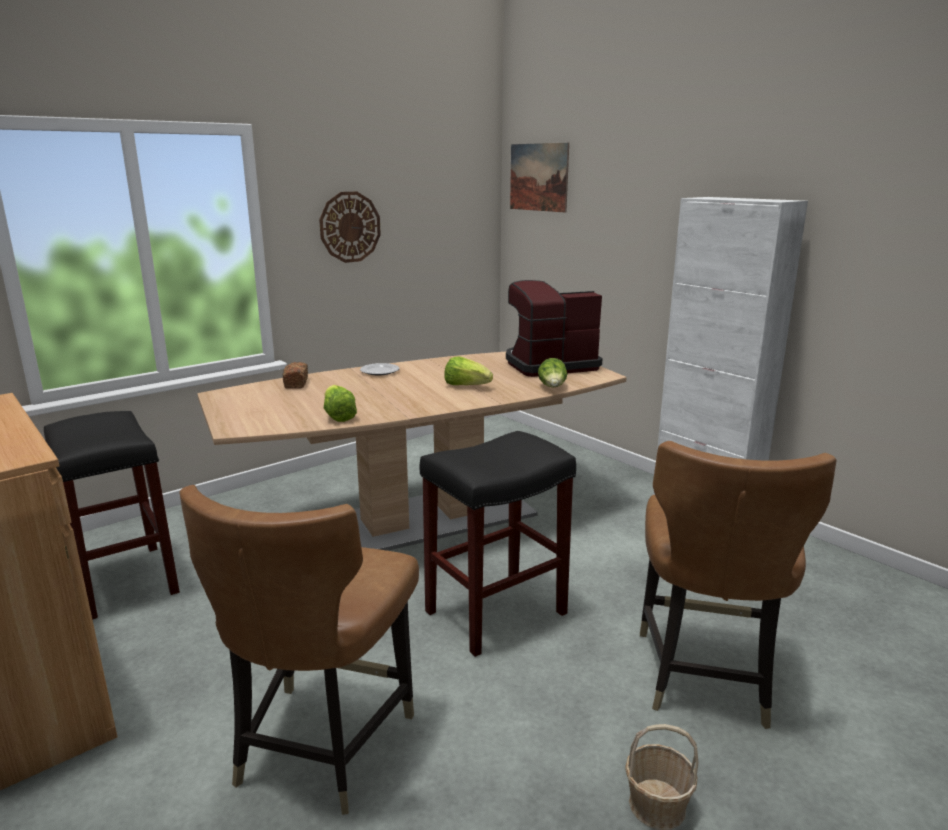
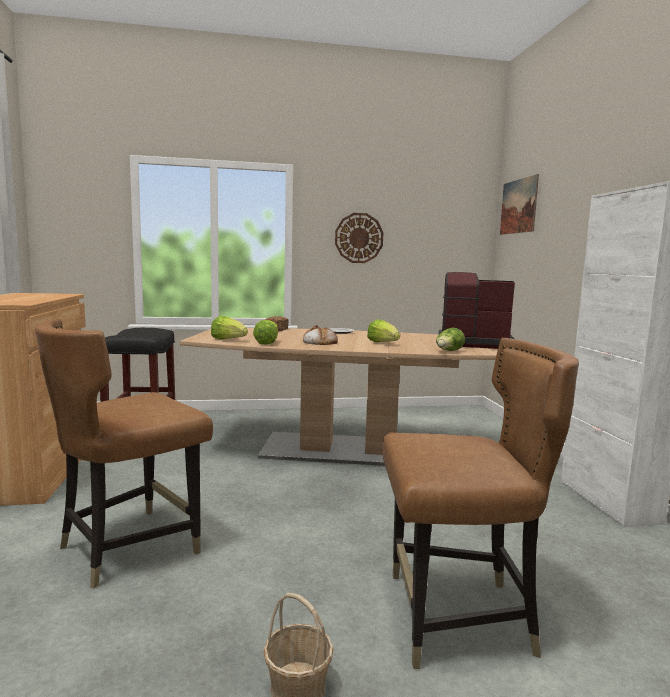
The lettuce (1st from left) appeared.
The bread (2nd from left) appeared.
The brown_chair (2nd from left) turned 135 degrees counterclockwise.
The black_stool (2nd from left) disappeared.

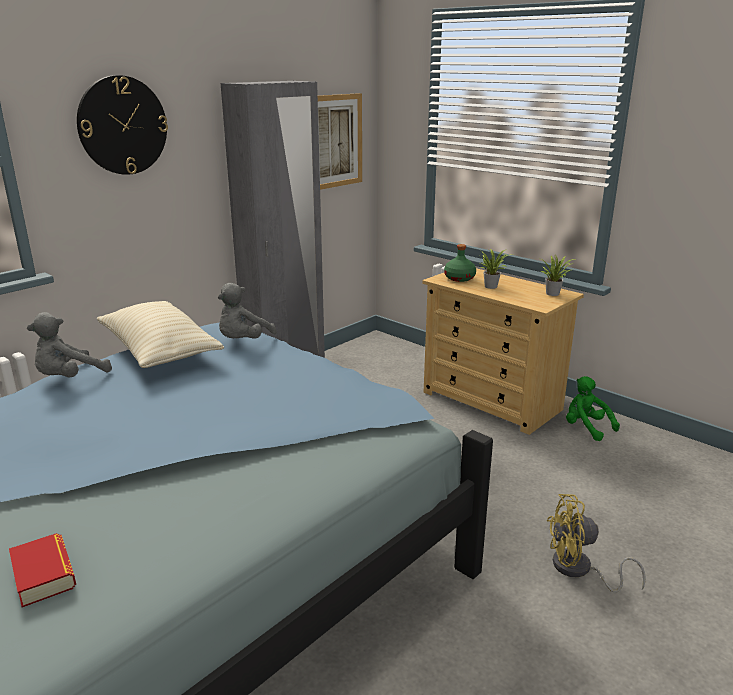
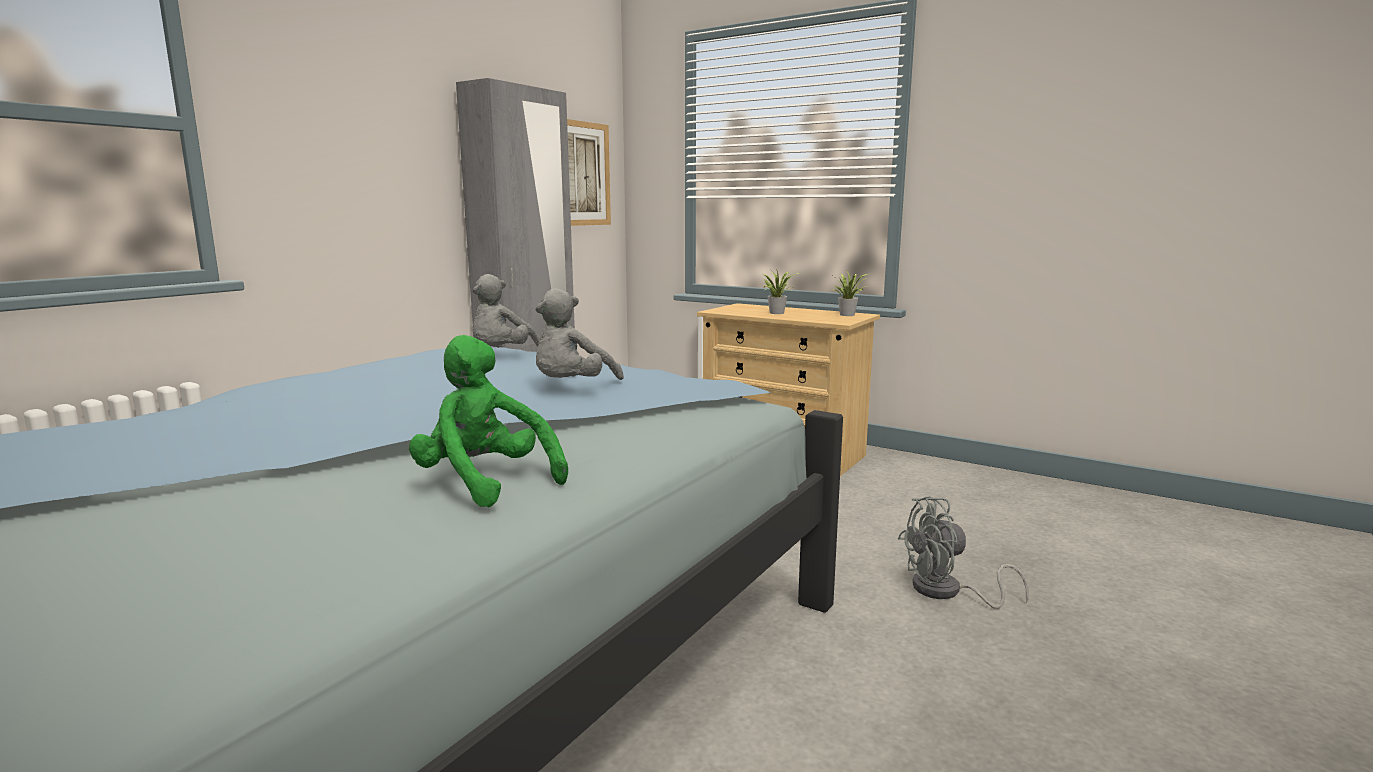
The green_plush_toy moved.
The grey_plush_toy (1st from left in the first image) moved.
The yellow_fan became the grey_fan.
The book disappeared.
The wall_clock disappeared.
The beige_pillow disappeared.
The green_bottle disappeared.

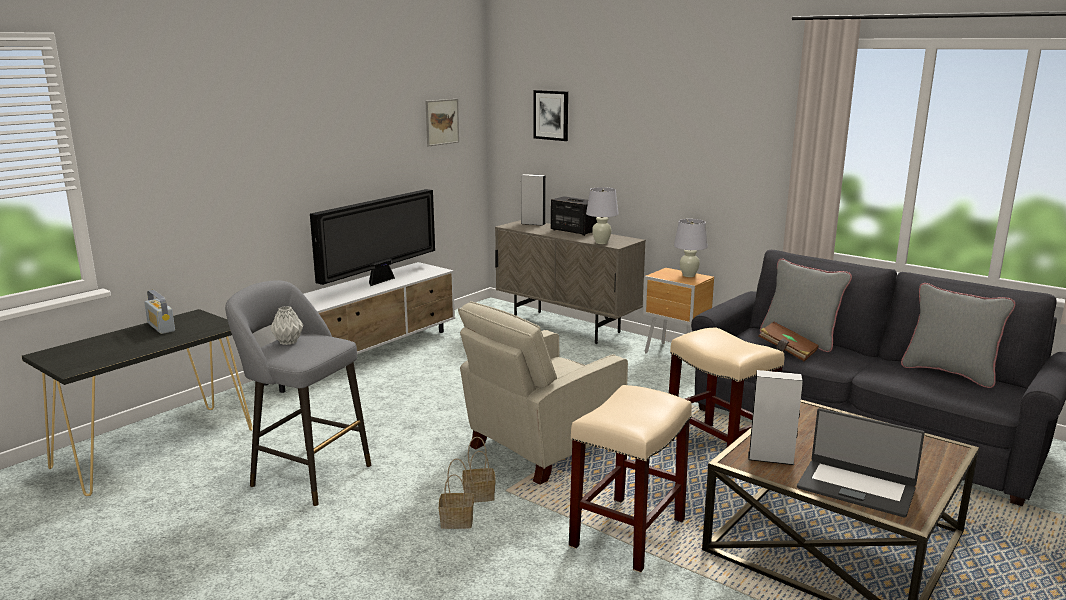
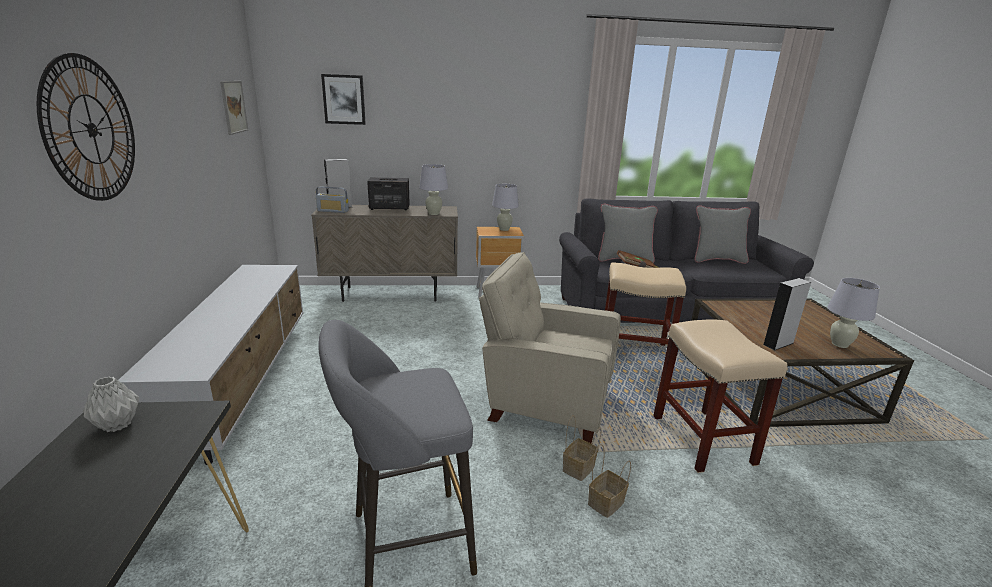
The wall_clock appeared.
The grey_vase moved.
The radio moved.
The beige_armchair turned 105 degrees clockwise.
The laptop was replaced by the white_table_lamp (3rd from left).
The television disappeared.

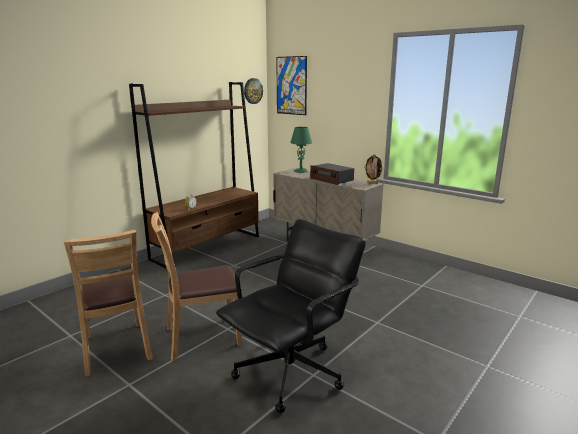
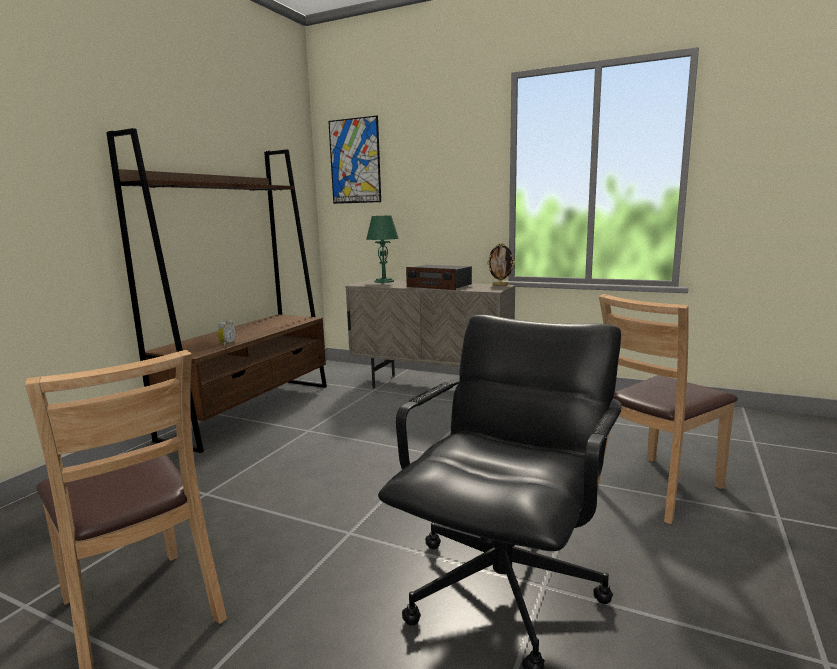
The brown_chair (2nd from left) moved.
The wall_clock disappeared.

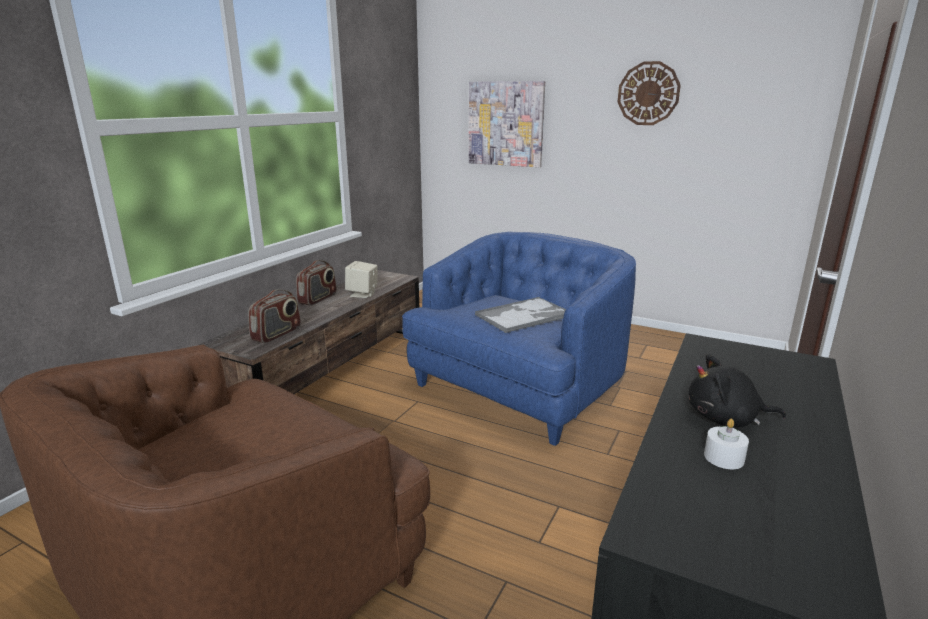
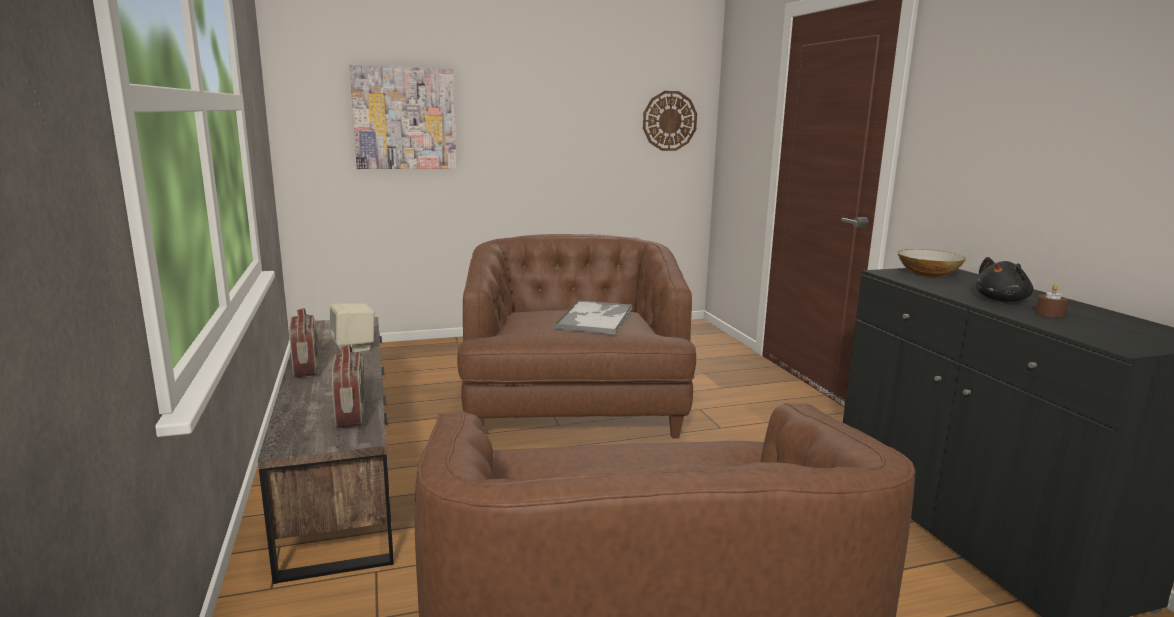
The blue_armchair became the brown_armchair (1st from left).
The wall_clock moved.
The bowl appeared.
The white_candle became the brown_candle.

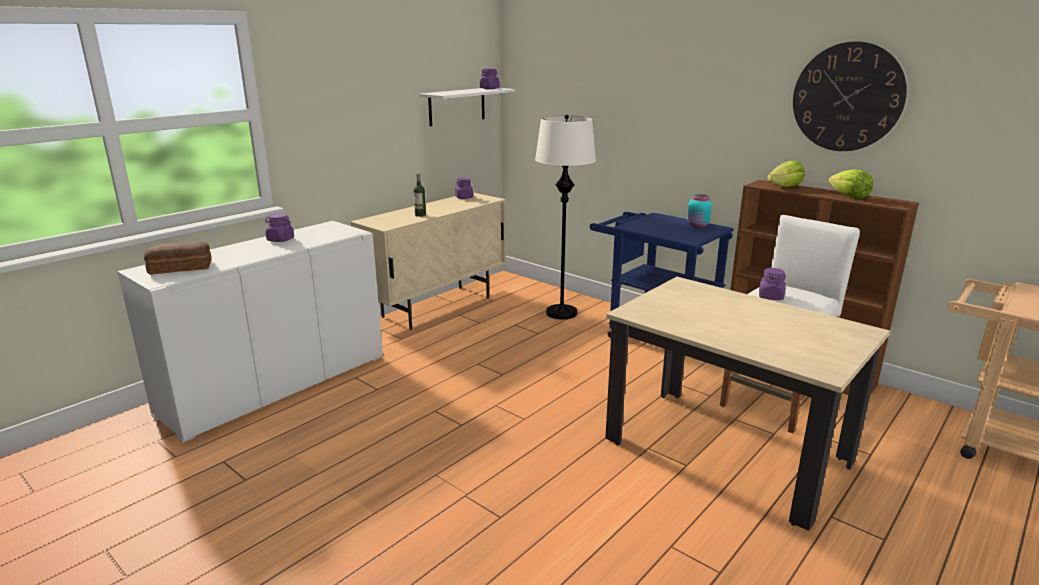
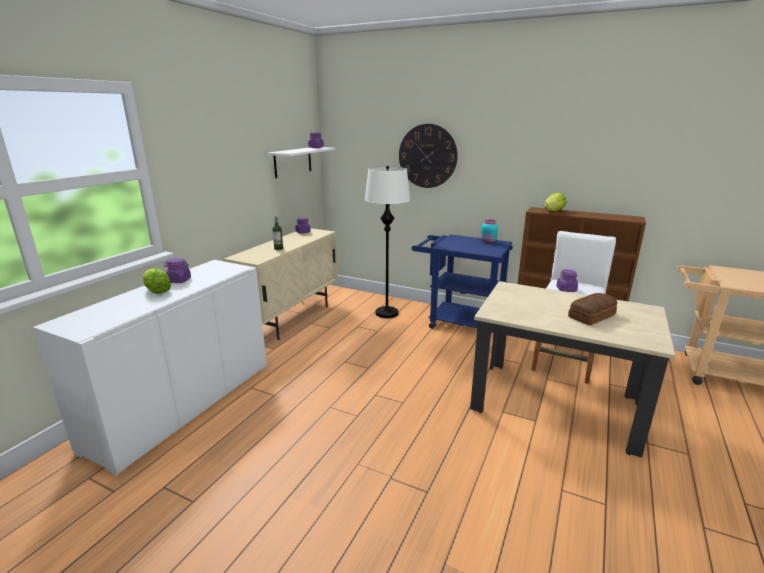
The lettuce (2nd from left in the first image) moved.
The wall_clock moved.
The bread moved.

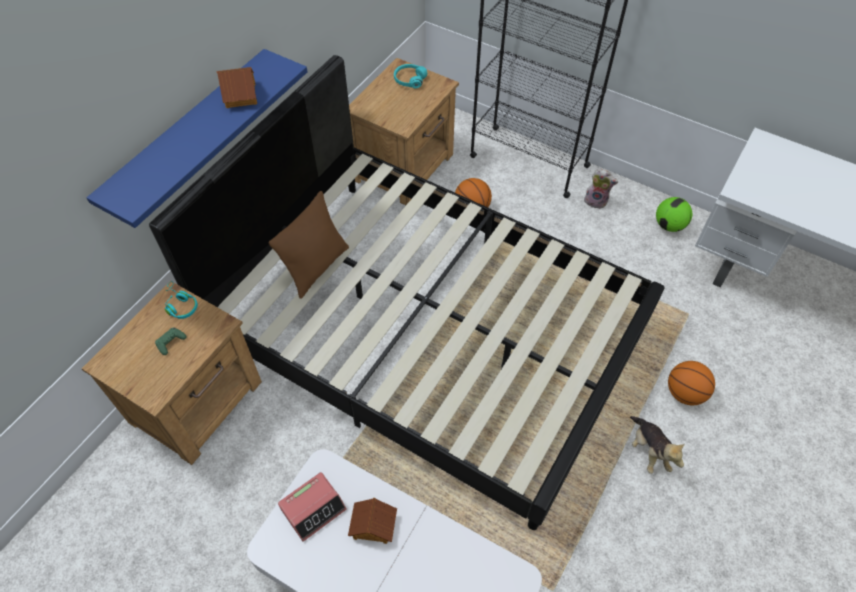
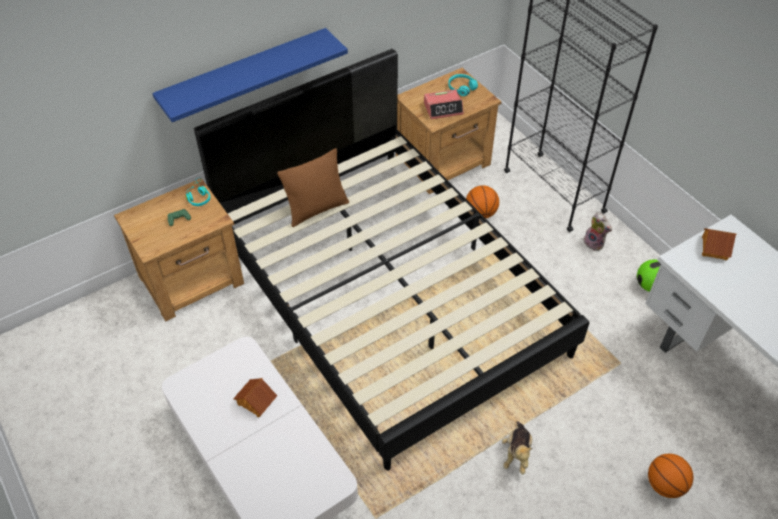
The alarm_clock moved.
The basketball (2nd from left) moved.
The toy_house (1st from left in the first image) moved.

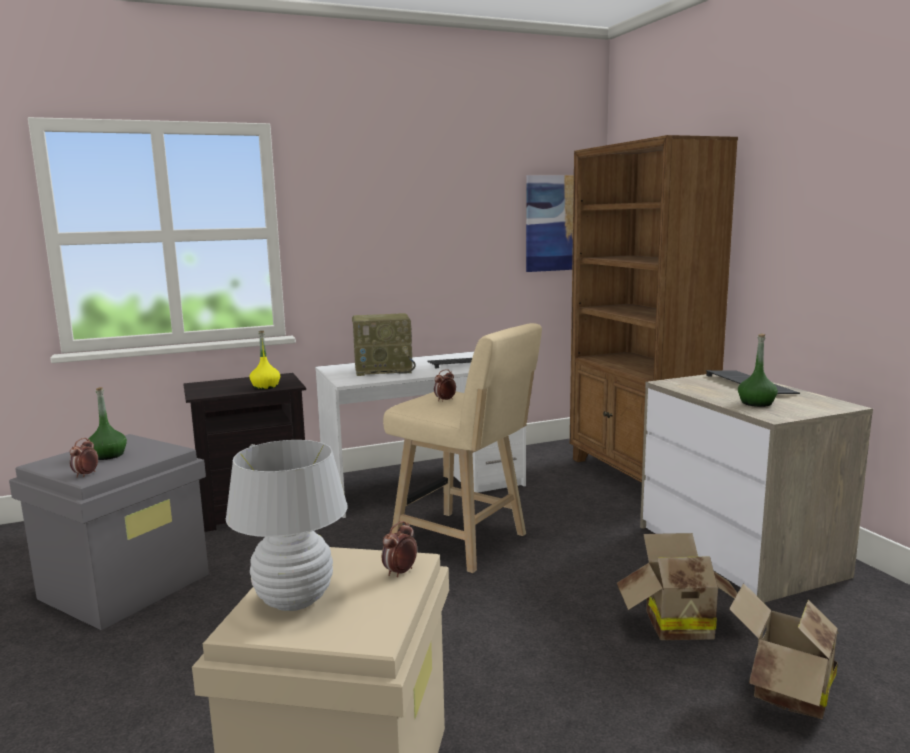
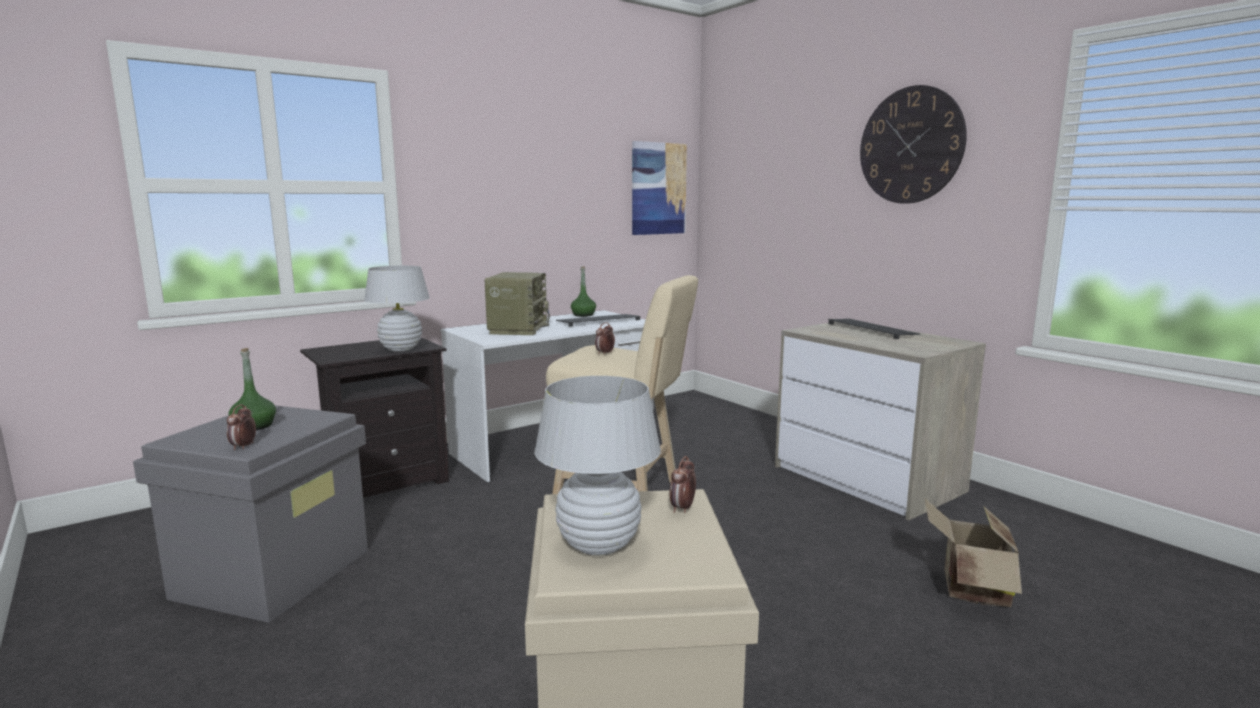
The yellow_bottle was replaced by the white_table_lamp (1st from left).
The radio turned 60 degrees counterclockwise.
The green_bottle (2nd from left) moved.
The wall_clock appeared.
The brown_bookcase disappeared.
The cardboard_box (1st from left) disappeared.

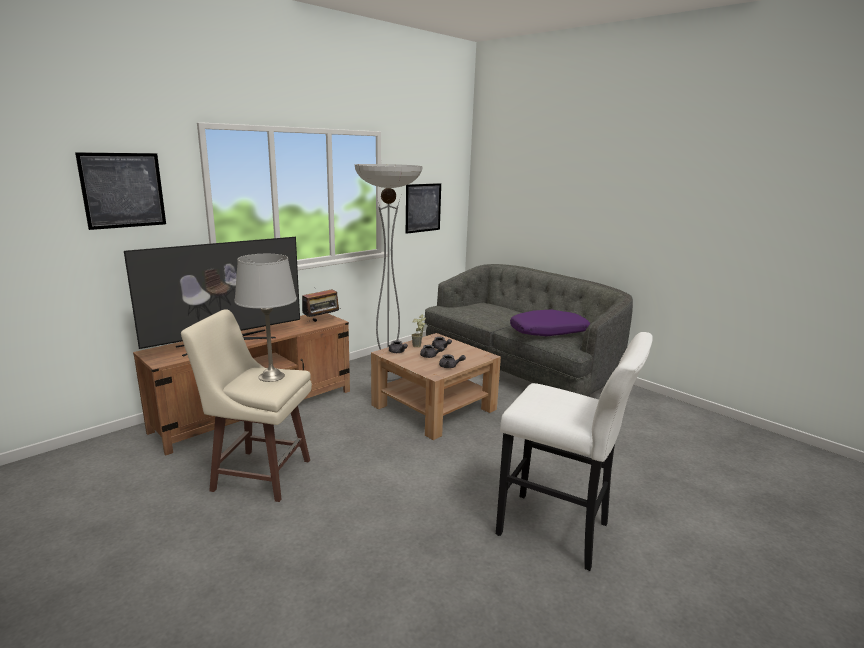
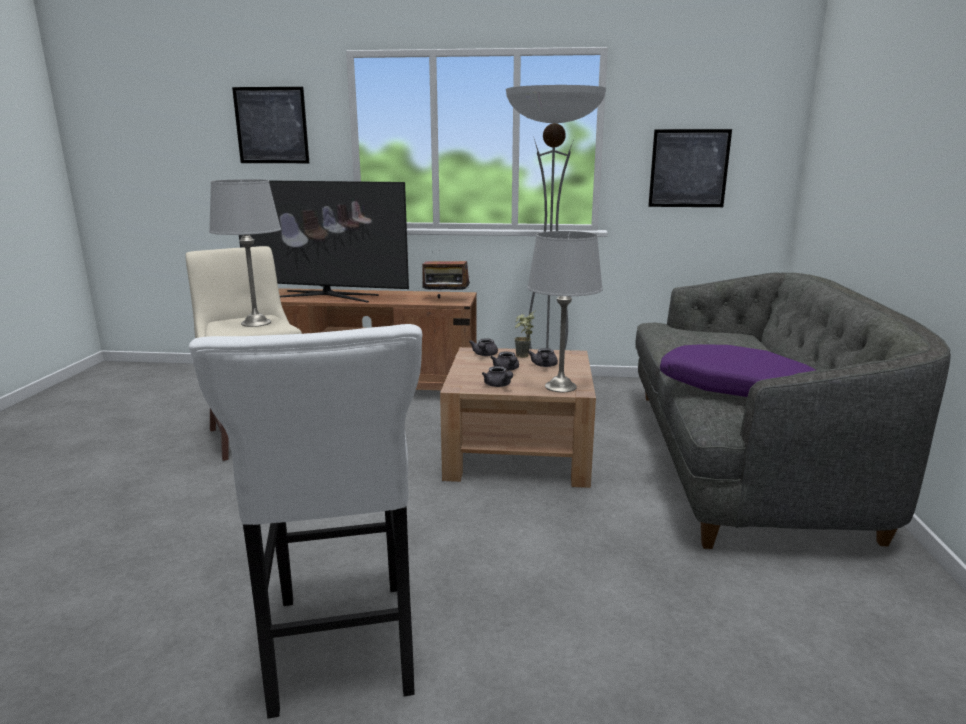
The grey_table_lamp (2nd from left) appeared.

